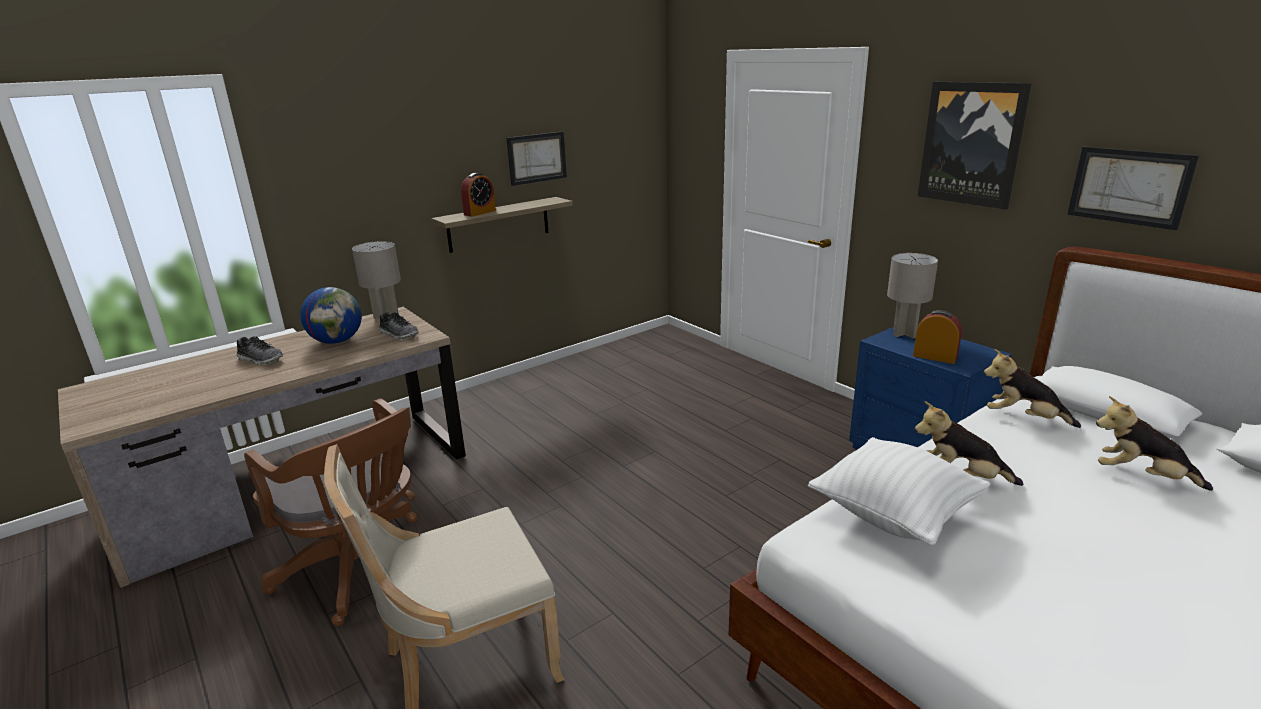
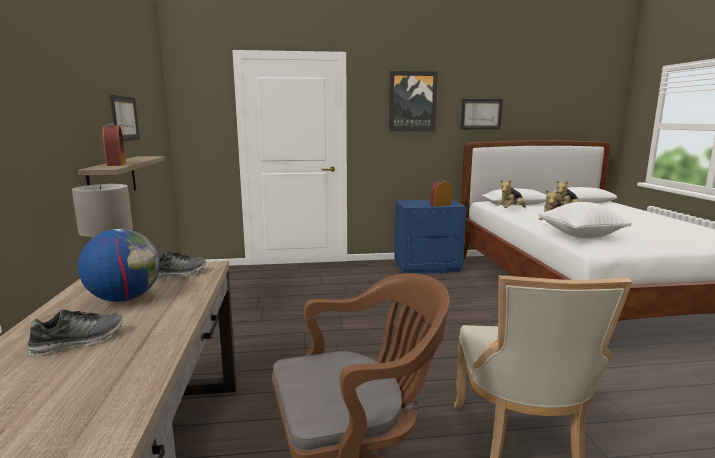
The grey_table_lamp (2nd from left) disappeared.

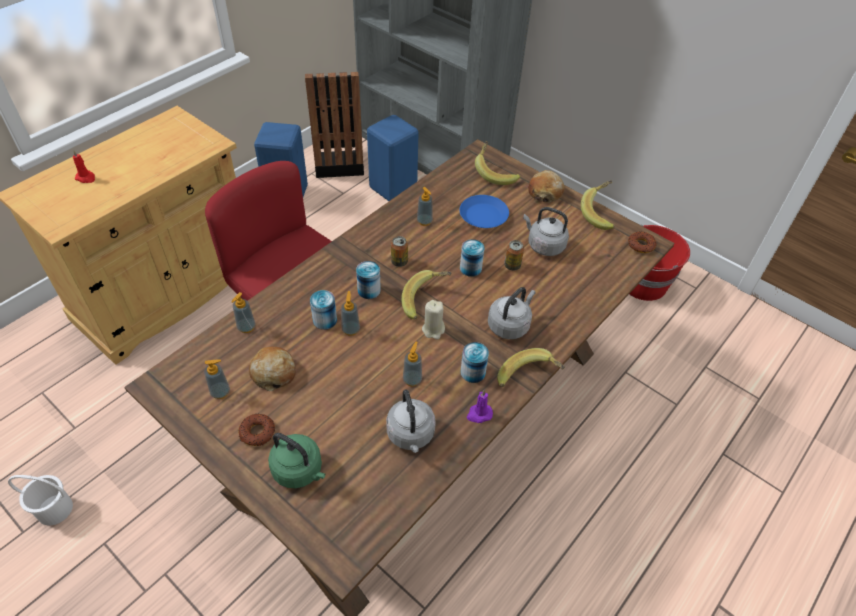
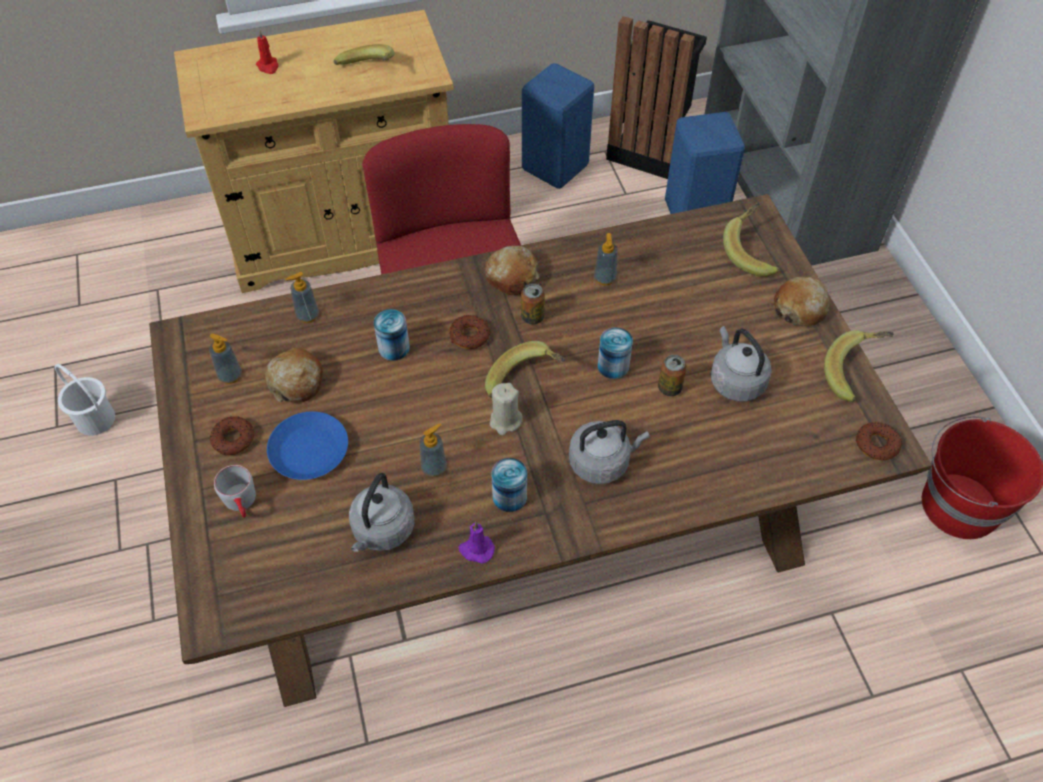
The green_kettle was replaced by the grey_mug.
The blue_plate moved.
The banana (3rd from left in the first image) moved.
The can (2nd from left) was replaced by the donut (2nd from left).
The bread (2nd from left) appeared.
The soap_dispenser (3rd from left) disappeared.

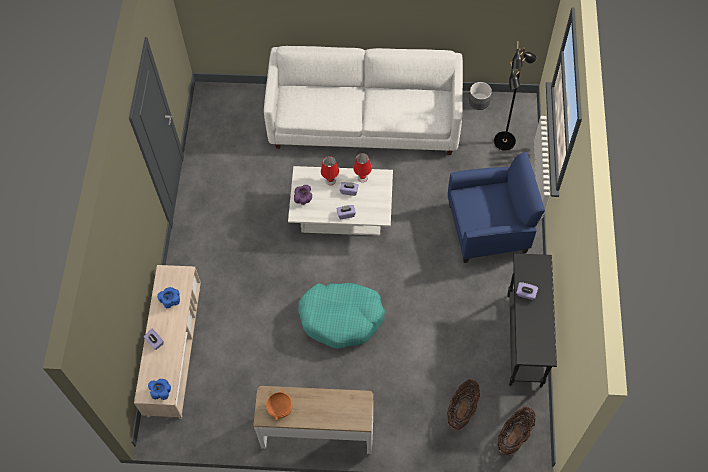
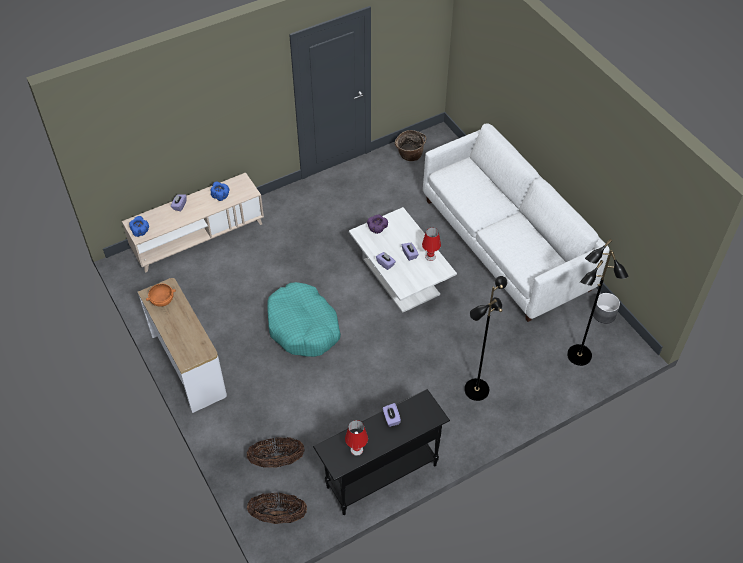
The red_table_lamp (1st from left) moved.
The basket (3rd from left) appeared.
The blue_armchair was replaced by the black_floor_lamp (1st from left).

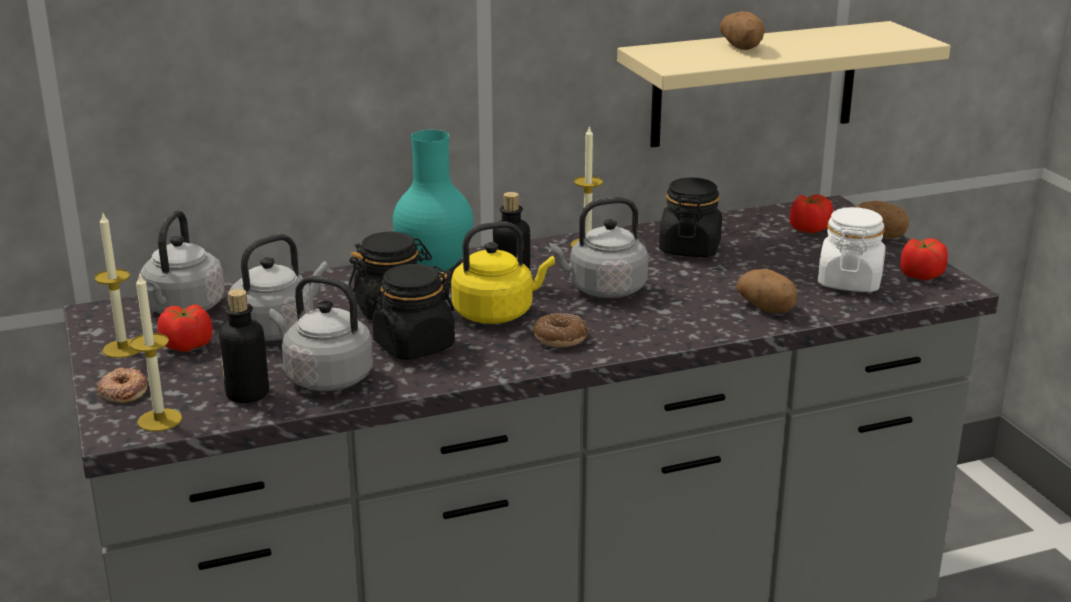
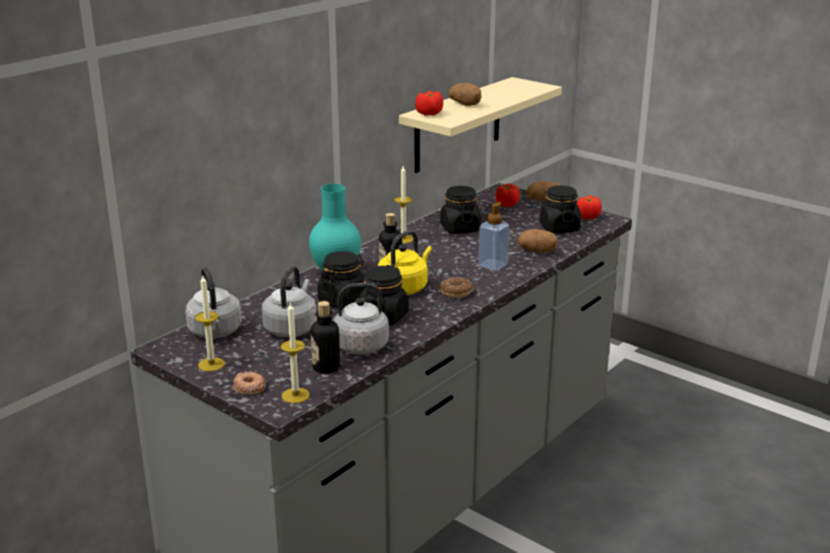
The tomato (1st from left) moved.
The soap_dispenser appeared.
The white_jar became the black_jar (4th from left).
The grey_kettle (4th from left) disappeared.

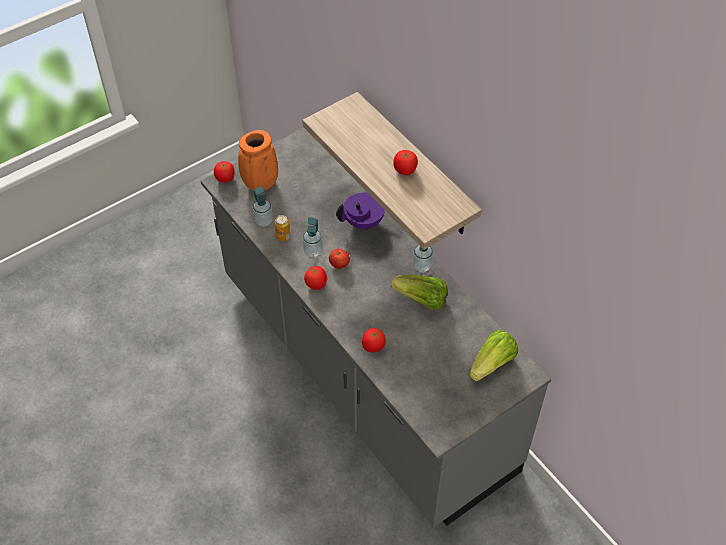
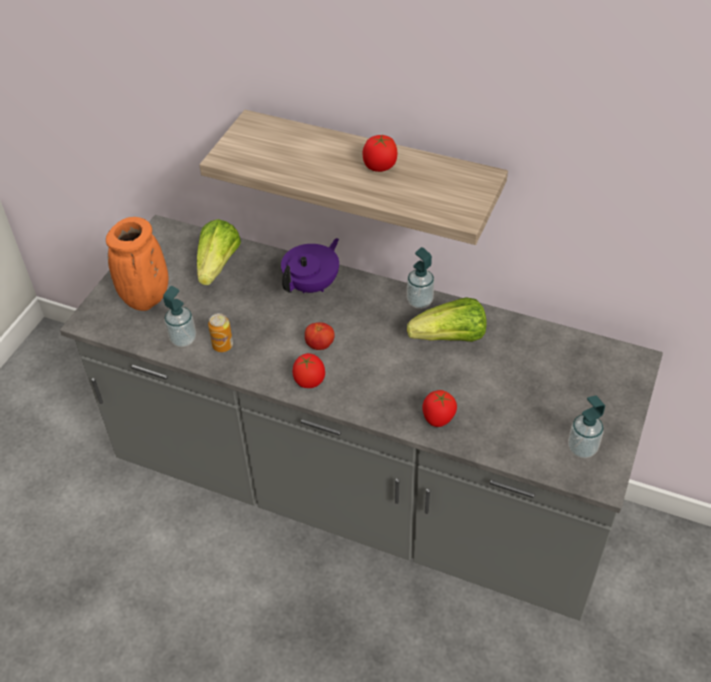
The lettuce (2nd from left in the first image) moved.
The soap_dispenser (2nd from left in the first image) moved.
The tomato (1st from left) disappeared.

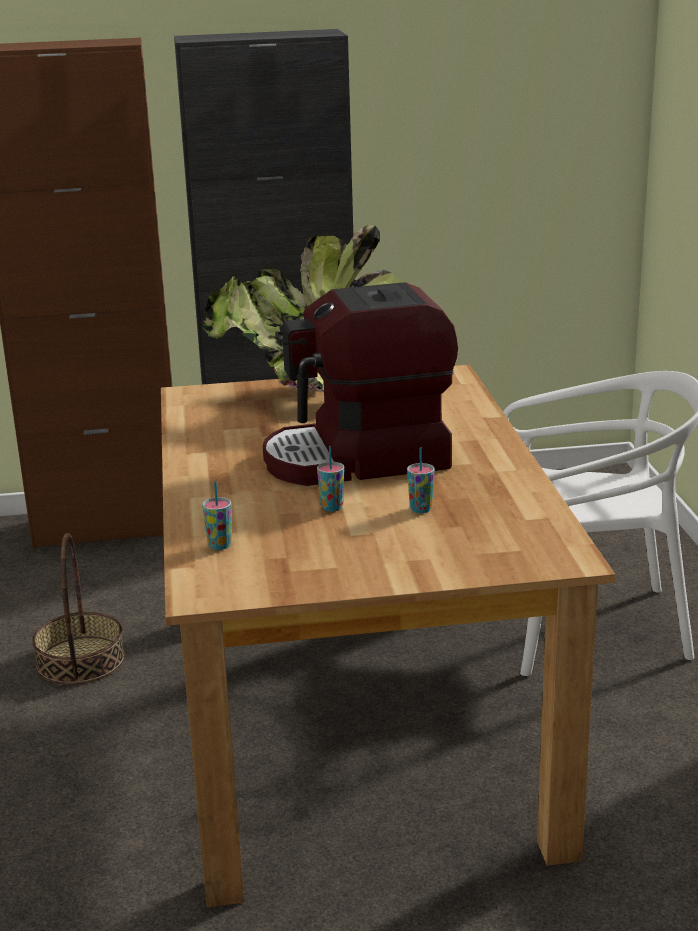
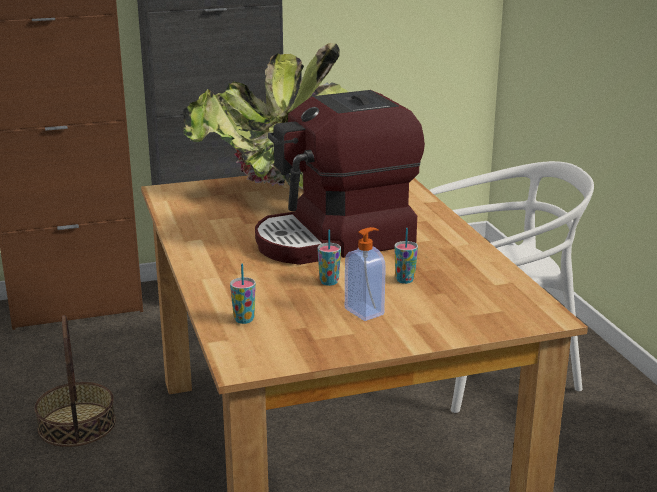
The soap_dispenser appeared.

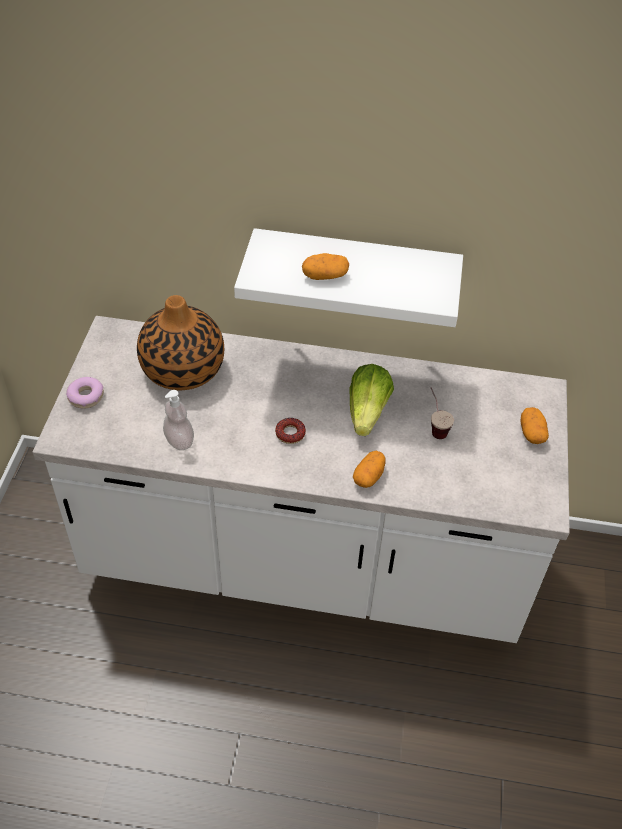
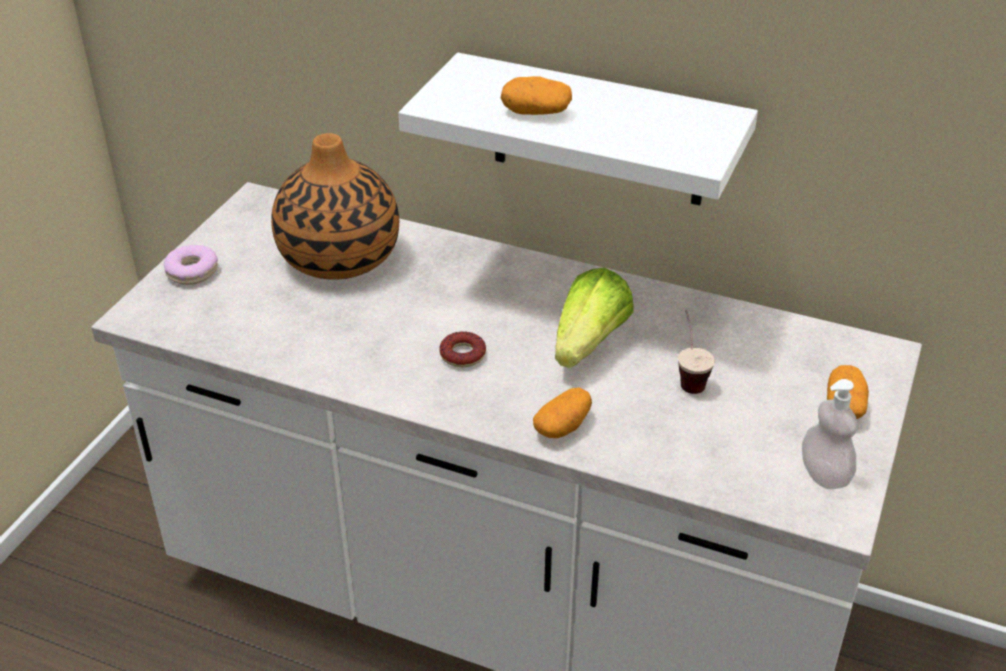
The soap_dispenser moved.

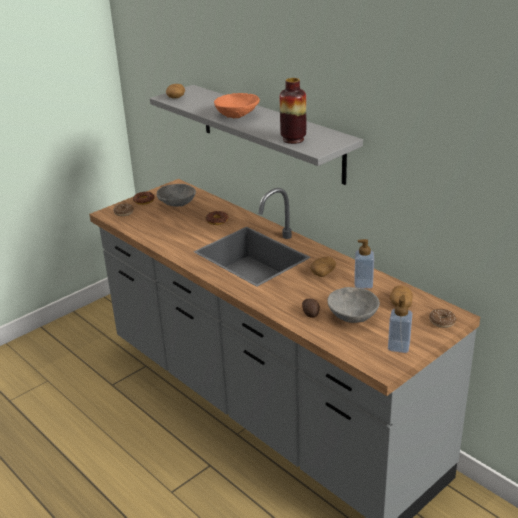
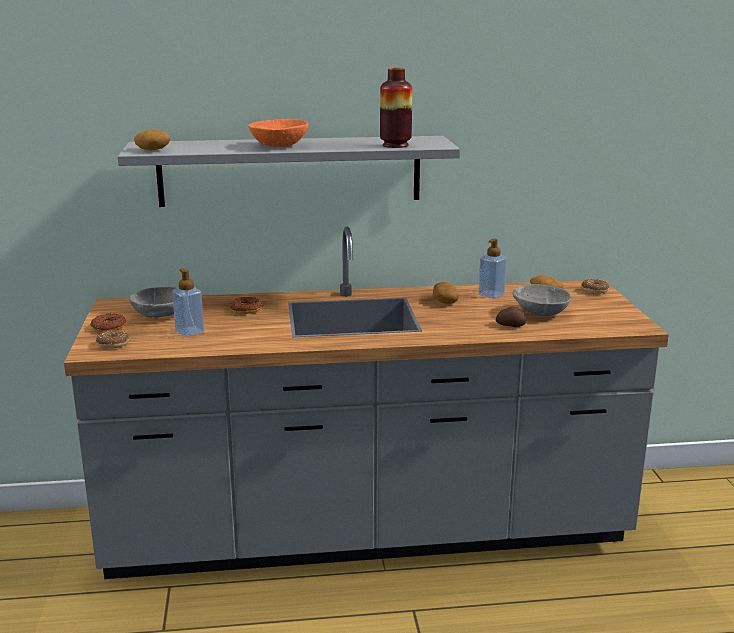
The soap_dispenser (2nd from left in the first image) moved.

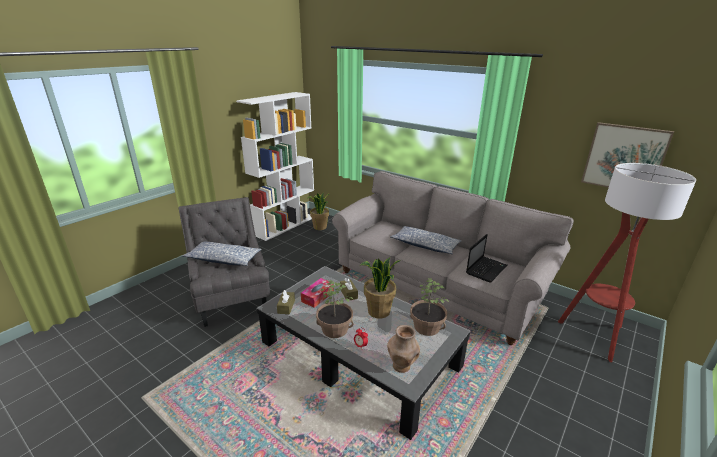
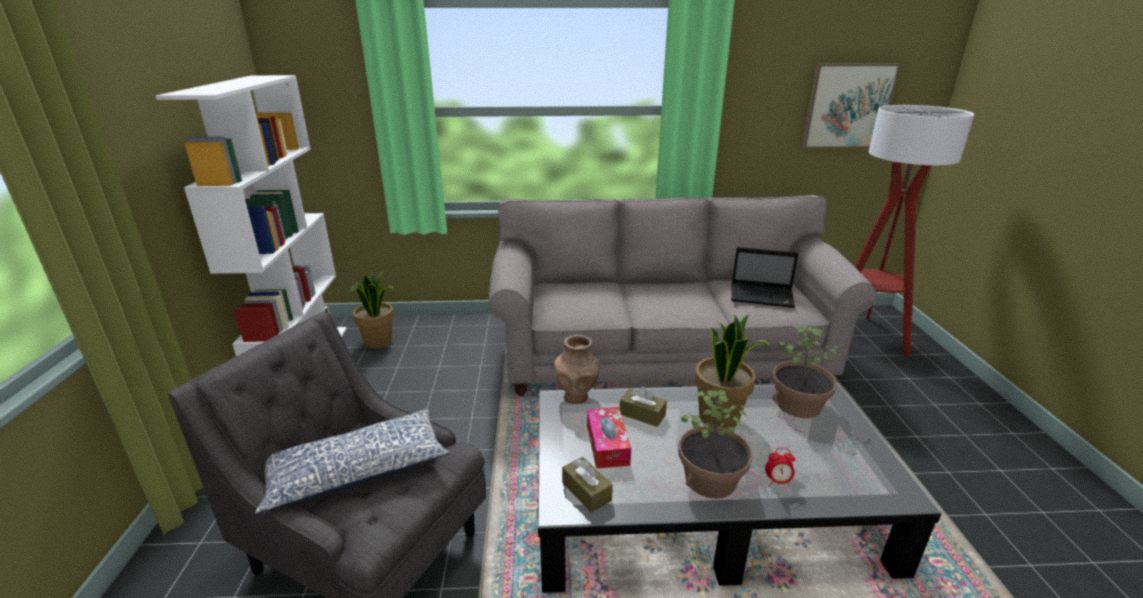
The brown_vase moved.
The laptop turned 105 degrees clockwise.
The pillow (2nd from left) disappeared.

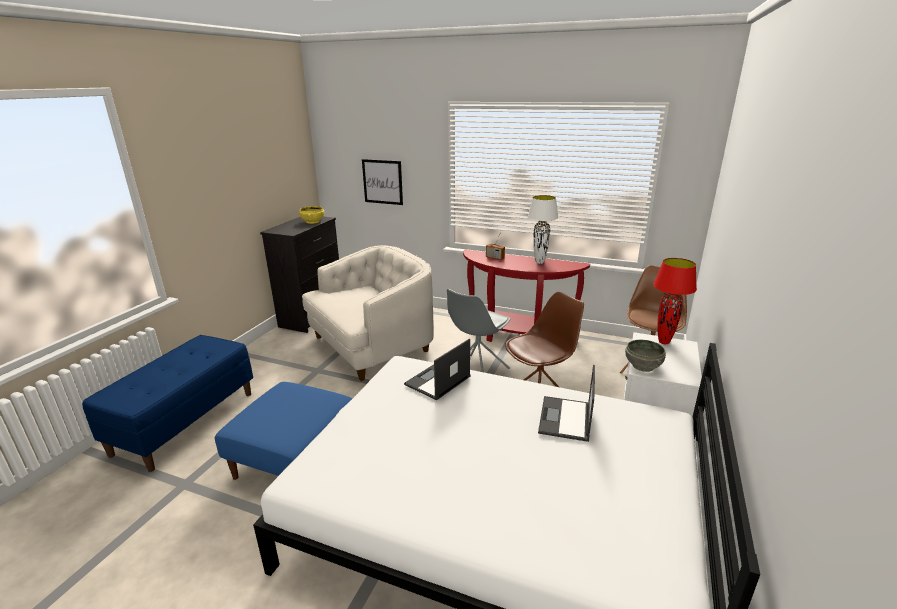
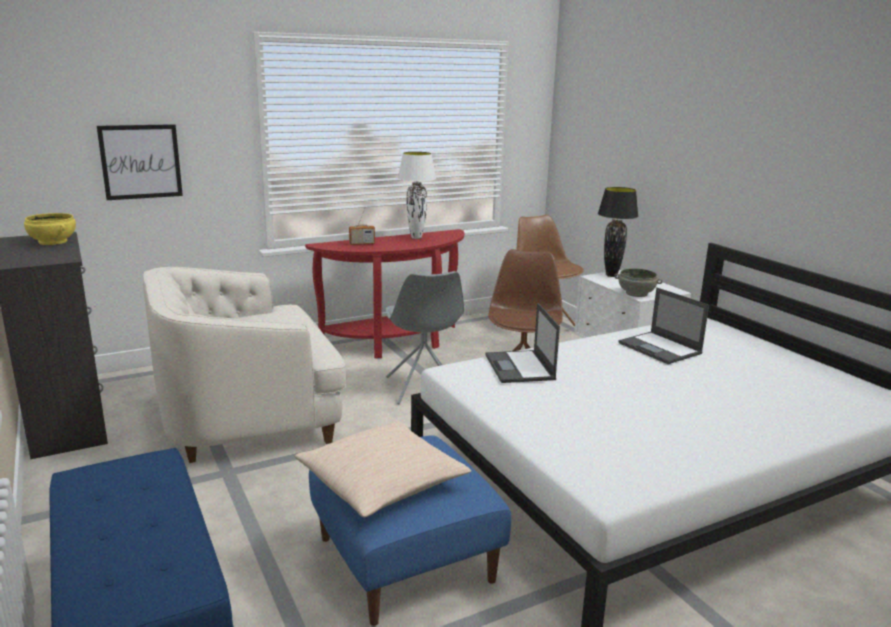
The white_armchair turned 120 degrees counterclockwise.
The beige_pillow appeared.
The red_table_lamp became the black_table_lamp.

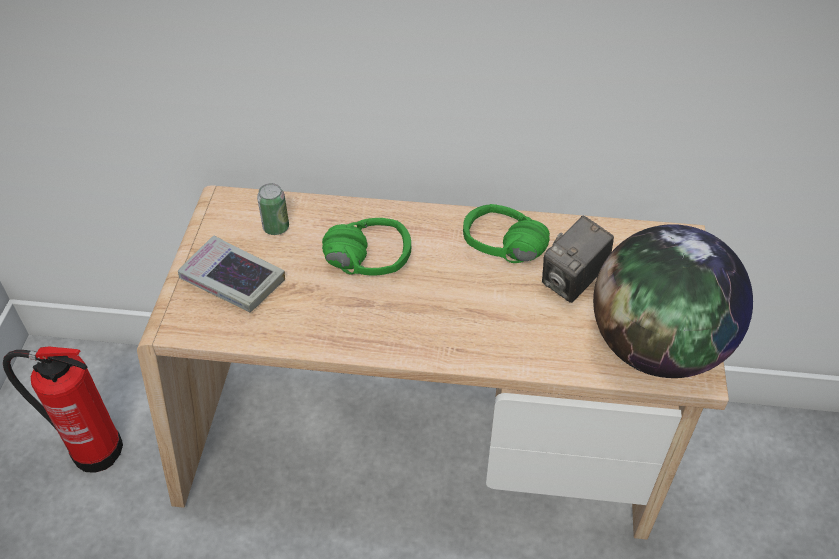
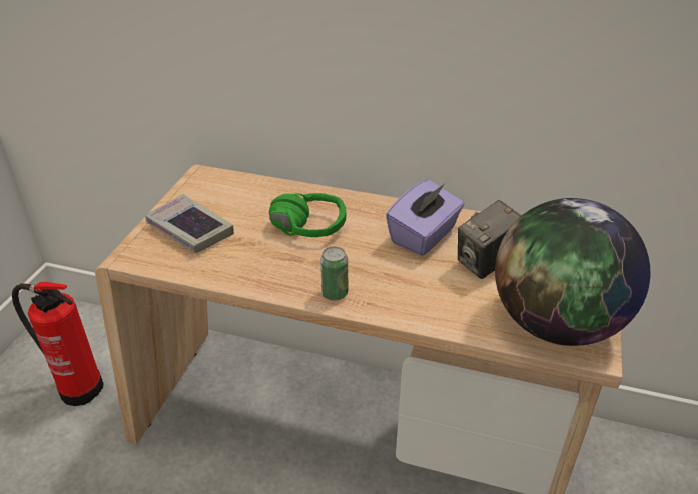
The can moved.
The green_headphones (2nd from left) was replaced by the purple_tissue_box.

